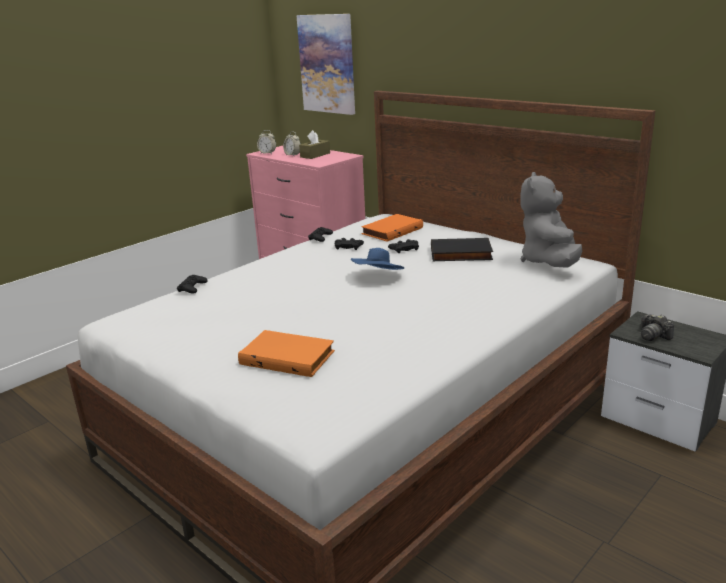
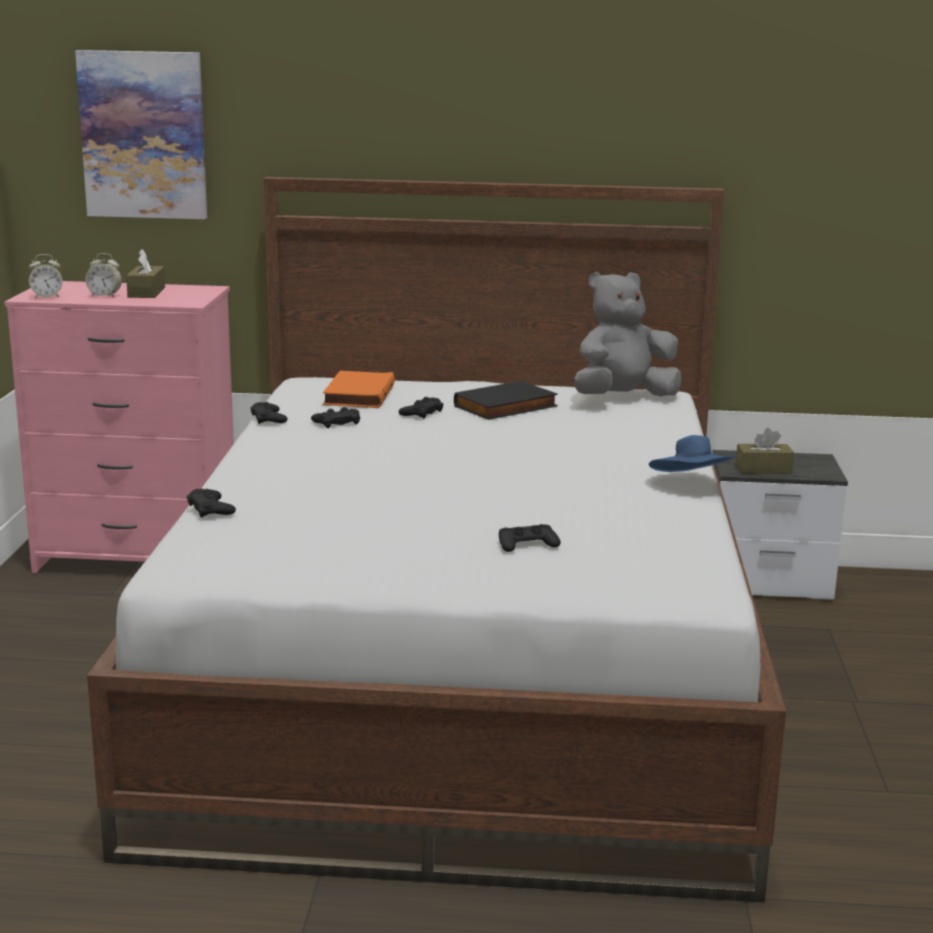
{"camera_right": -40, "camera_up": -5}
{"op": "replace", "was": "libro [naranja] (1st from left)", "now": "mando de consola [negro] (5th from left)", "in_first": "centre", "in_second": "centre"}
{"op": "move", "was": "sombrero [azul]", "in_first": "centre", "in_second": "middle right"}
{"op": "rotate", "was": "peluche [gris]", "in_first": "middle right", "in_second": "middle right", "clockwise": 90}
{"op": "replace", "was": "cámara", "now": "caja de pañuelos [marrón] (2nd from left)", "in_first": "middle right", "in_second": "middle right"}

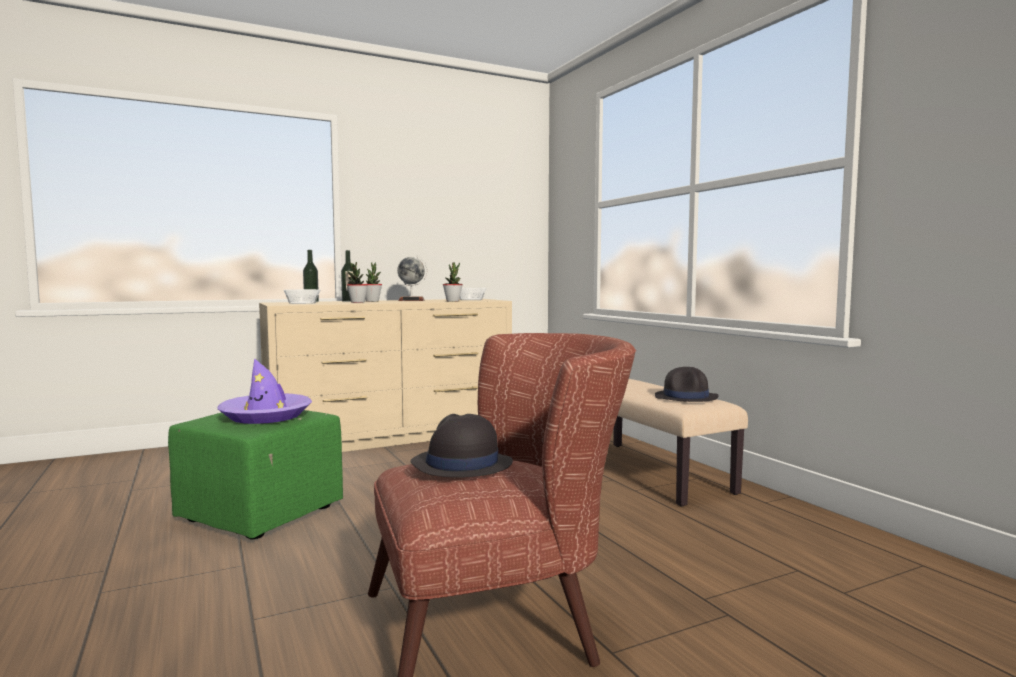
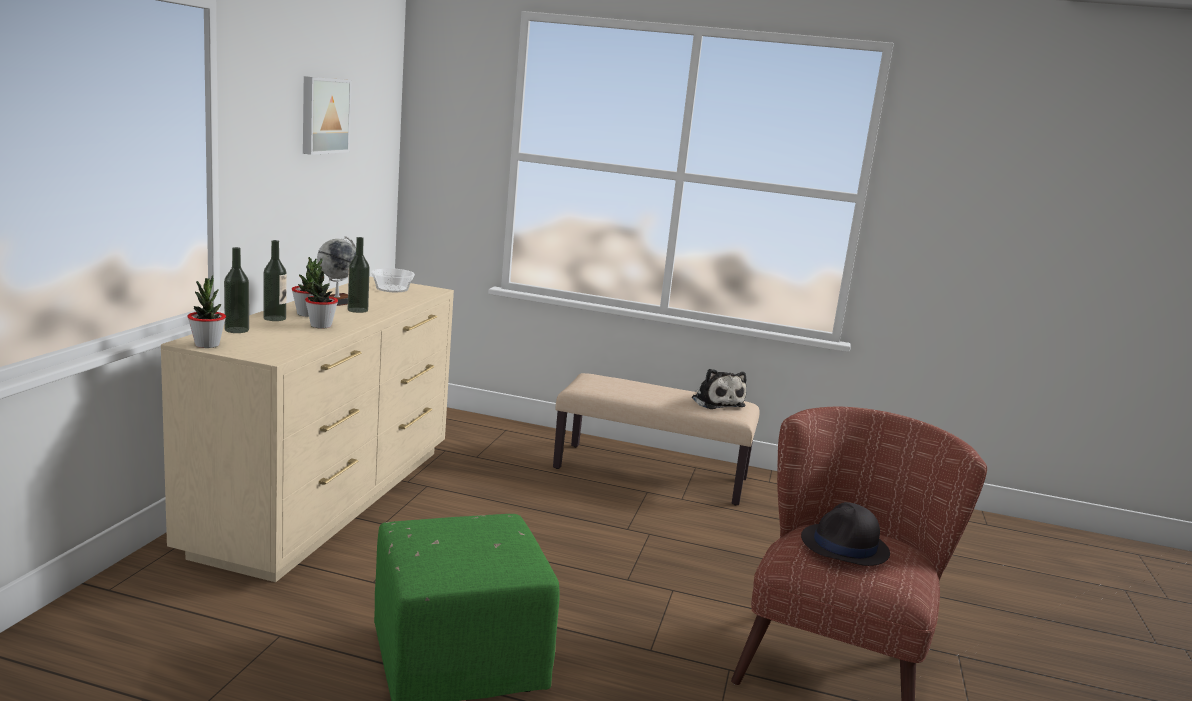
{"camera_right": -50, "camera_up": 10}
{"op": "delete", "was": "sombrero [morado]", "in_first": "middle left"}
{"op": "delete", "was": "cuenco (1st from left)", "in_first": "middle left"}
{"op": "move", "was": "planta en maceta (3rd from left in the first image)", "now": "planta en maceta (1st from left)", "in_first": "centre", "in_second": "middle left"}
{"op": "replace", "was": "sombrero [negro] (2nd from left)", "now": "peluche", "in_first": "middle right", "in_second": "centre"}
{"op": "insert", "now": "cuadro", "in_second": "top left"}
{"op": "insert", "now": "botella (3rd from left)", "in_second": "middle left"}

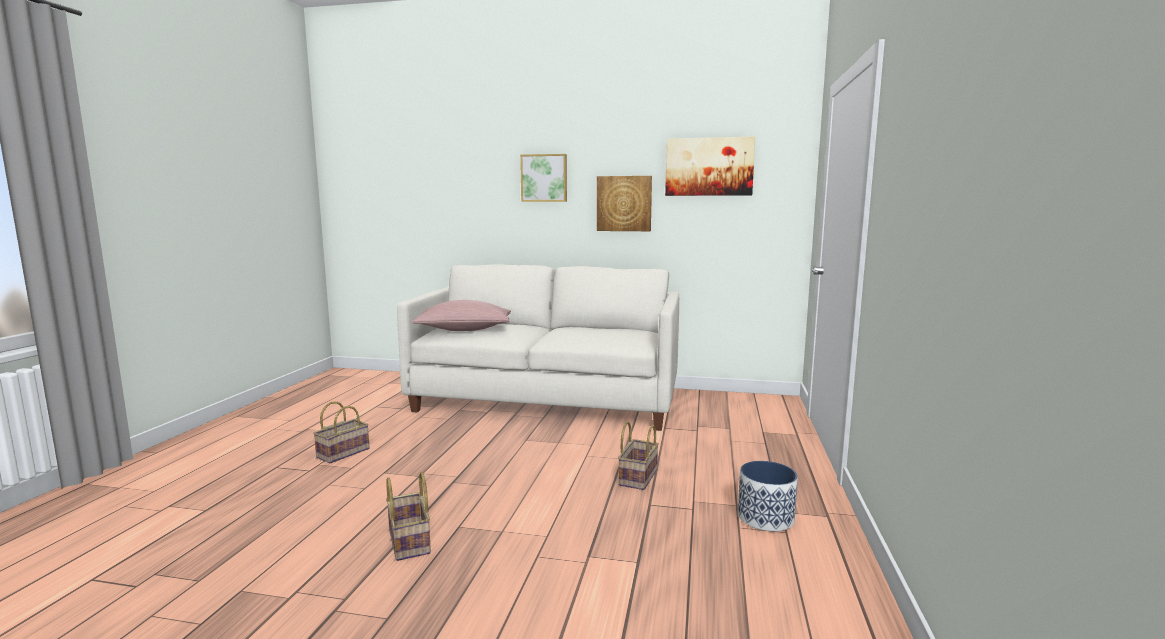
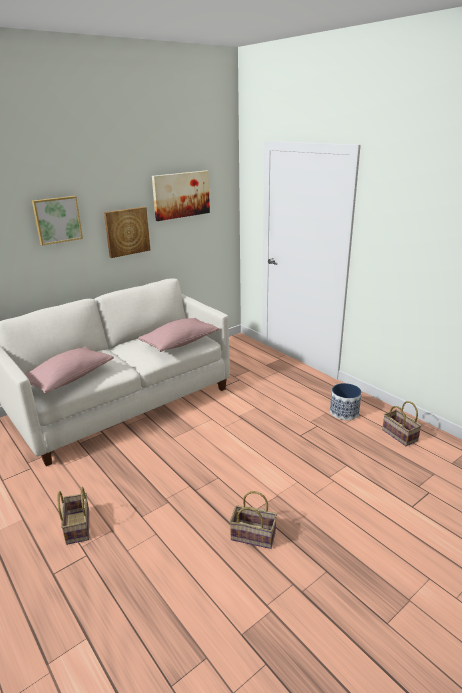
{"camera_right": -50, "camera_up": 15}
{"op": "move", "was": "cesta (3rd from left)", "in_first": "bottom centre", "in_second": "middle right"}
{"op": "insert", "now": "cojín [rosa] (2nd from left)", "in_second": "centre"}

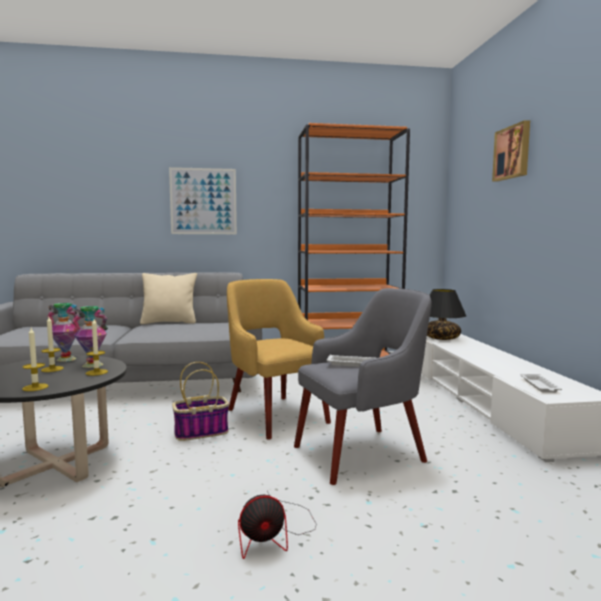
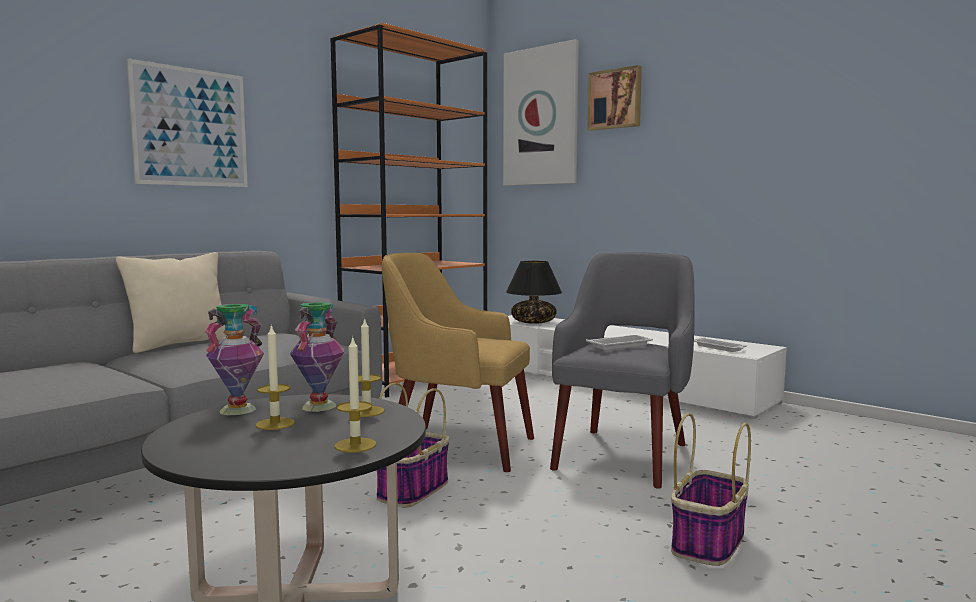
{"camera_right": -40, "camera_up": 0}
{"op": "replace", "was": "ventilador", "now": "cesta (2nd from left)", "in_first": "bottom centre", "in_second": "bottom right"}
{"op": "insert", "now": "cuadro (2nd from left)", "in_second": "top centre"}

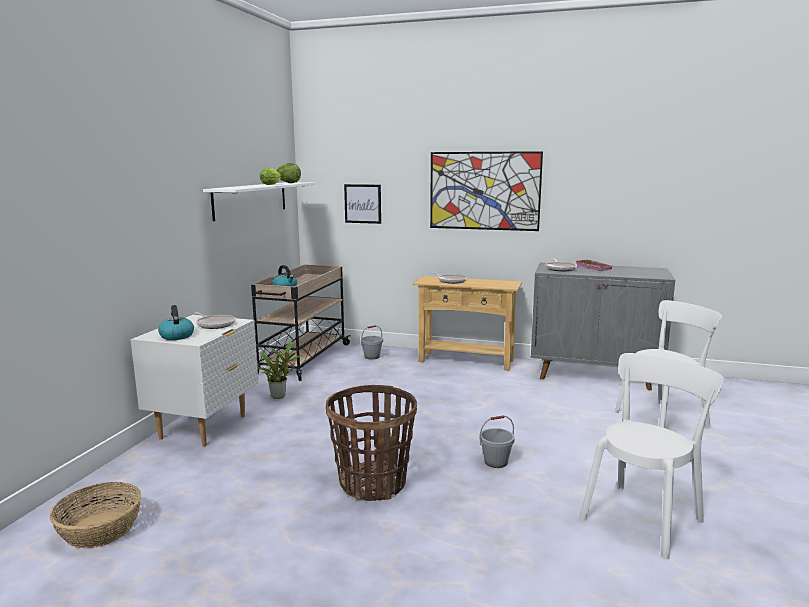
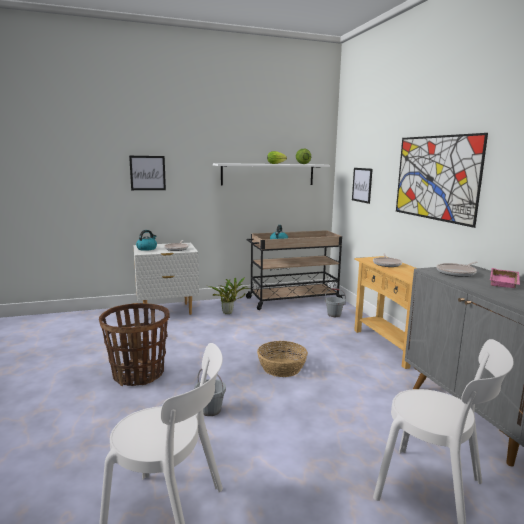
{"camera_right": 55, "camera_up": 0}
{"op": "move", "was": "cesta (1st from left in the first image)", "now": "cesta (2nd from left)", "in_first": "bottom left", "in_second": "bottom centre"}
{"op": "insert", "now": "cuadro (1st from left)", "in_second": "top left"}

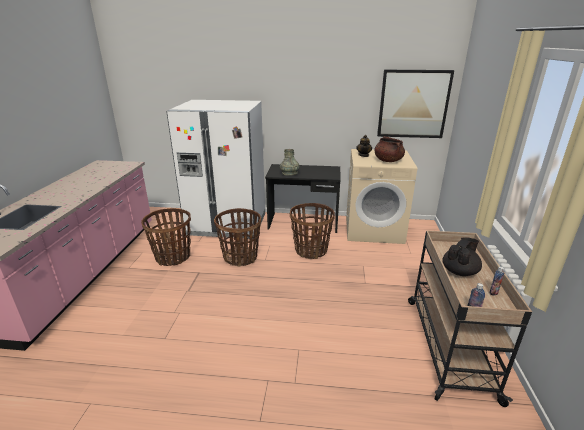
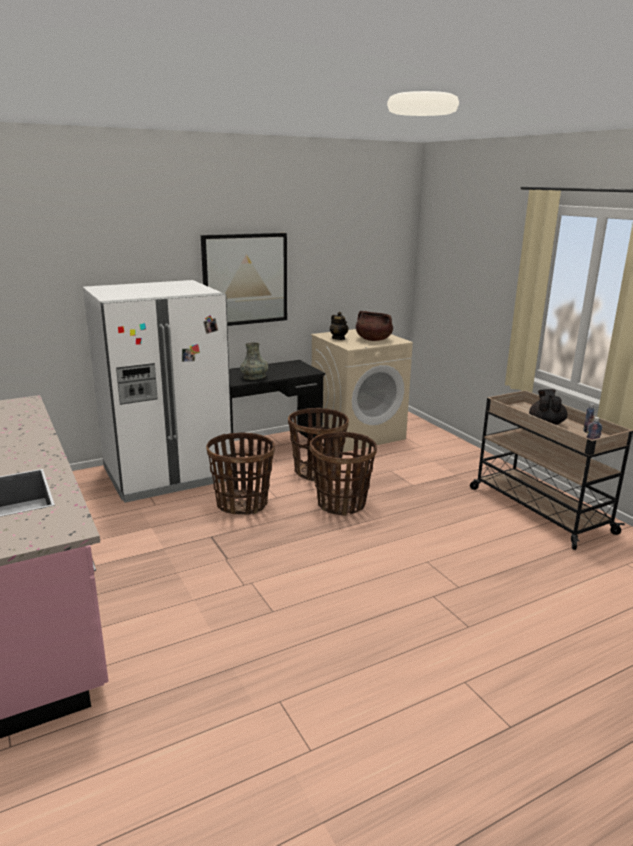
{"camera_right": -35, "camera_up": -5}
{"op": "move", "was": "cesta (1st from left in the first image)", "now": "cesta (3rd from left)", "in_first": "middle left", "in_second": "centre"}
{"op": "move", "was": "cuadro", "in_first": "top right", "in_second": "top centre"}

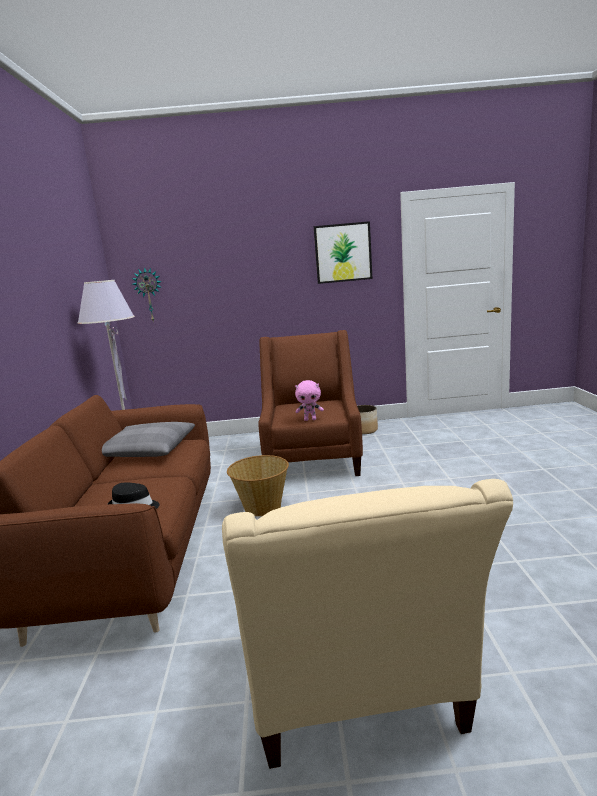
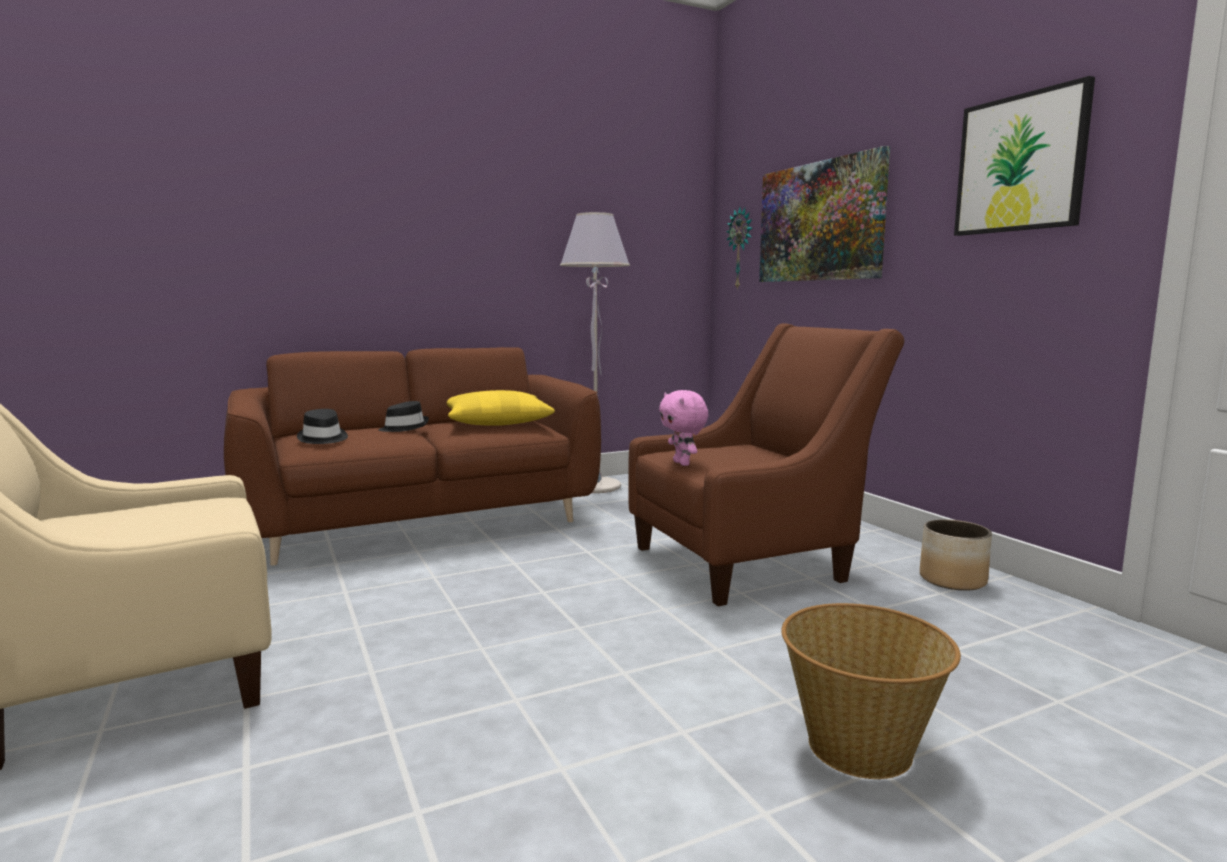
{"camera_right": 65, "camera_up": -5}
{"op": "recolor", "was": "cojín [gris]", "now": "cojín [amarillo]", "in_first": "middle left", "in_second": "centre"}
{"op": "move", "was": "cesta", "in_first": "centre", "in_second": "bottom right"}
{"op": "insert", "now": "sombrero [negro] (2nd from left)", "in_second": "middle left"}
{"op": "insert", "now": "cuadro (1st from left)", "in_second": "top right"}

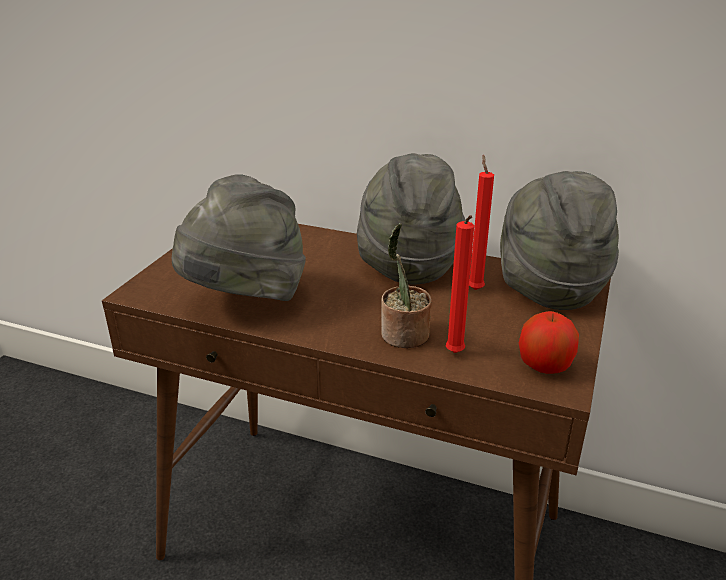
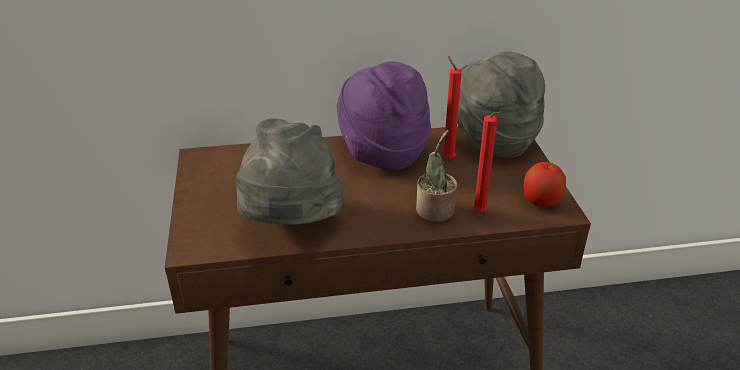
{"camera_right": -30, "camera_up": 5}
{"op": "recolor", "was": "sombrero [gris] (2nd from left)", "now": "sombrero [morado]", "in_first": "centre", "in_second": "top centre"}

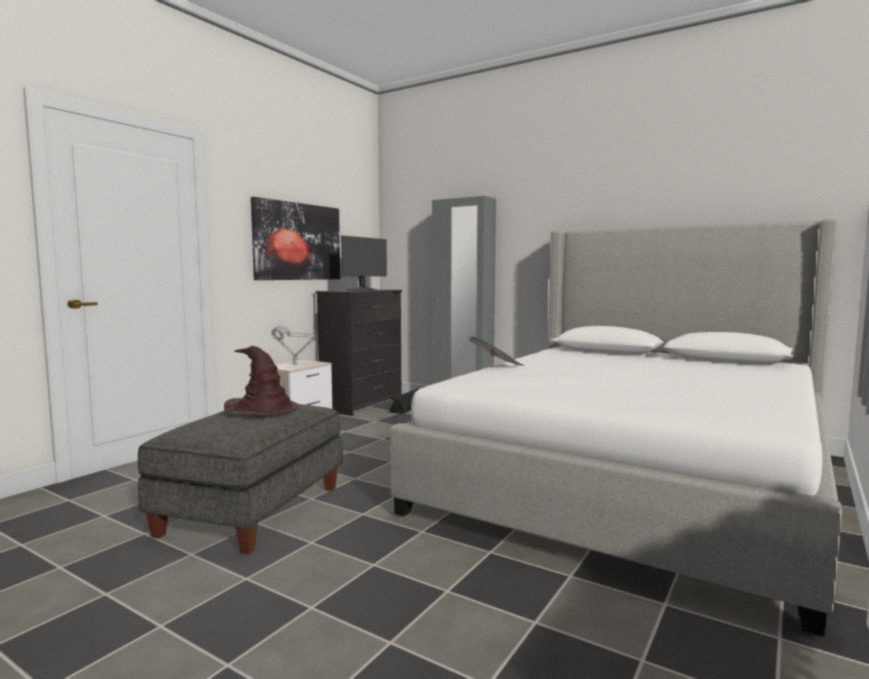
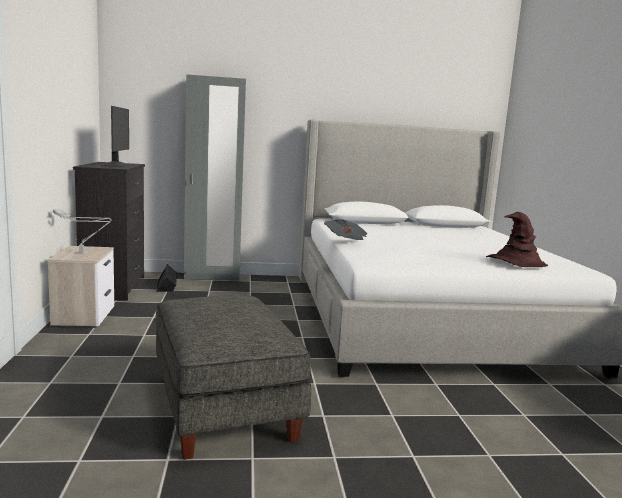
{"camera_right": -40, "camera_up": 5}
{"op": "move", "was": "sombrero [marrón]", "in_first": "middle left", "in_second": "middle right"}
{"op": "delete", "was": "cuadro", "in_first": "centre"}

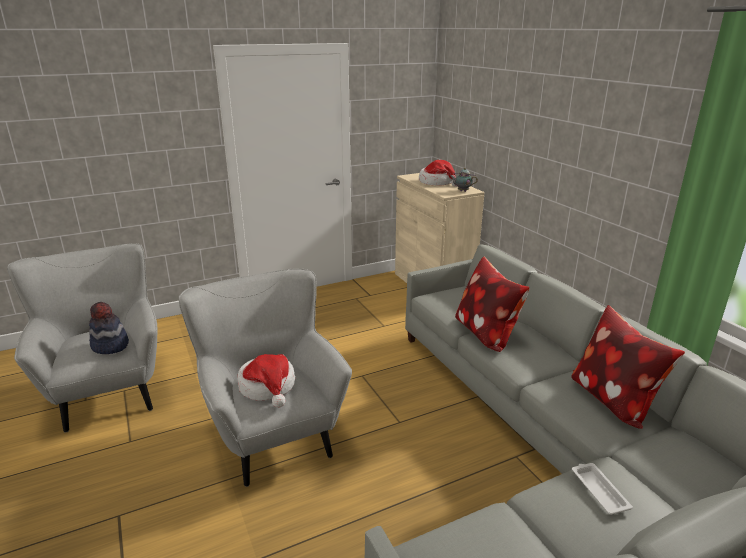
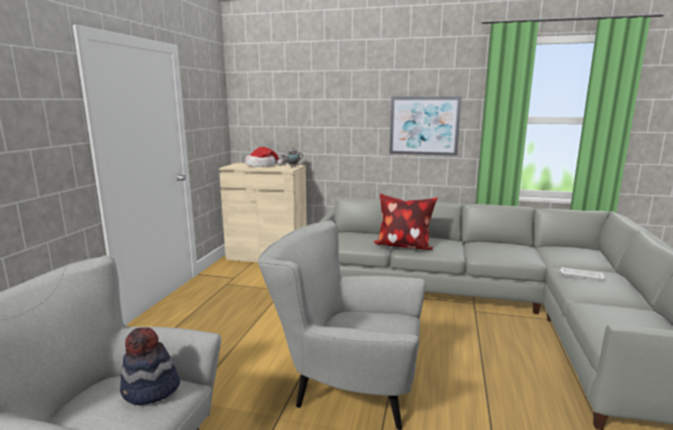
{"camera_right": -50, "camera_up": -10}
{"op": "delete", "was": "sombrero (2nd from left)", "in_first": "bottom centre"}
{"op": "delete", "was": "cojín (2nd from left)", "in_first": "middle right"}
{"op": "insert", "now": "cuadro", "in_second": "top centre"}

